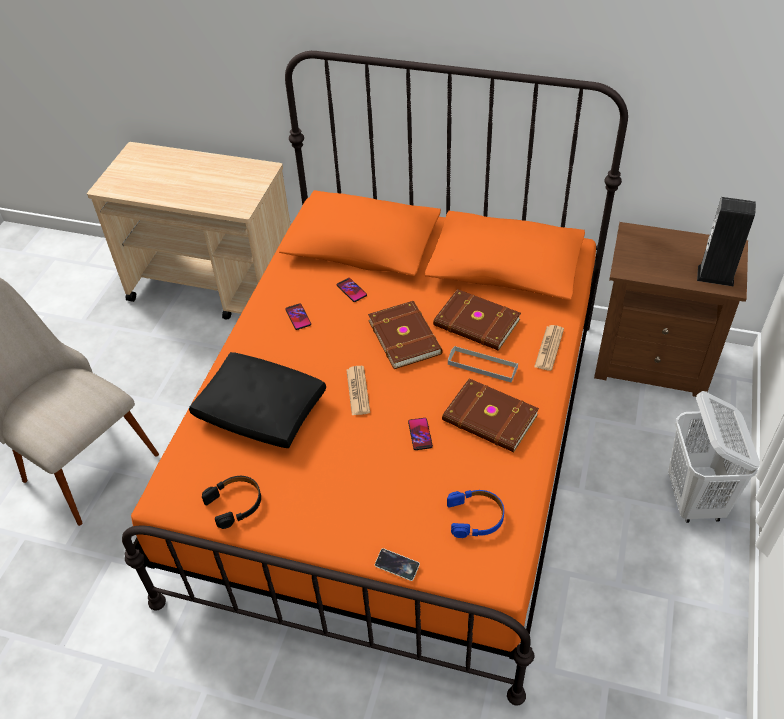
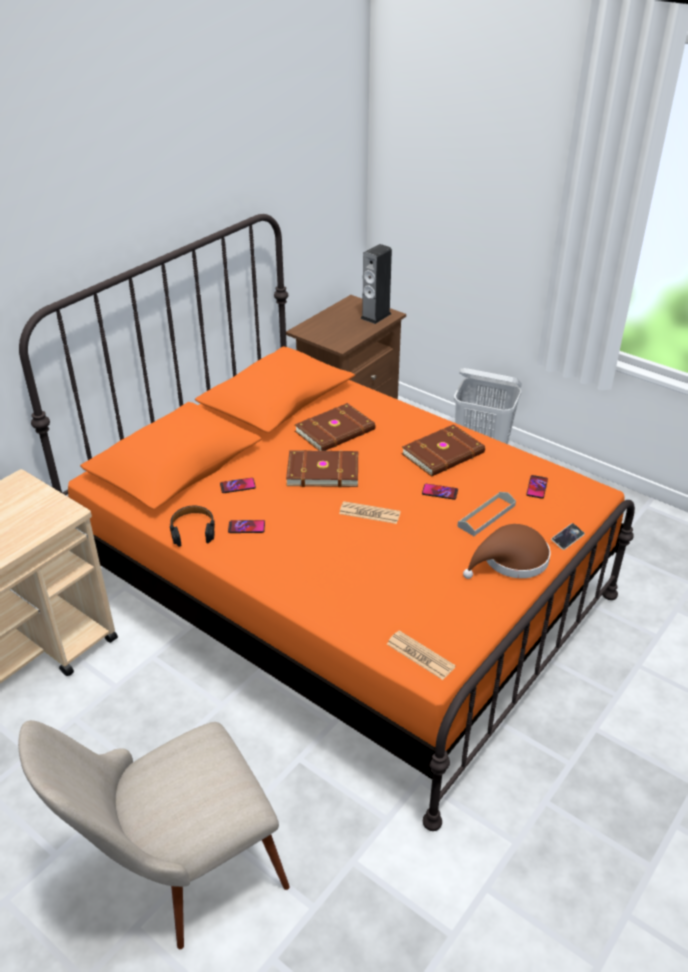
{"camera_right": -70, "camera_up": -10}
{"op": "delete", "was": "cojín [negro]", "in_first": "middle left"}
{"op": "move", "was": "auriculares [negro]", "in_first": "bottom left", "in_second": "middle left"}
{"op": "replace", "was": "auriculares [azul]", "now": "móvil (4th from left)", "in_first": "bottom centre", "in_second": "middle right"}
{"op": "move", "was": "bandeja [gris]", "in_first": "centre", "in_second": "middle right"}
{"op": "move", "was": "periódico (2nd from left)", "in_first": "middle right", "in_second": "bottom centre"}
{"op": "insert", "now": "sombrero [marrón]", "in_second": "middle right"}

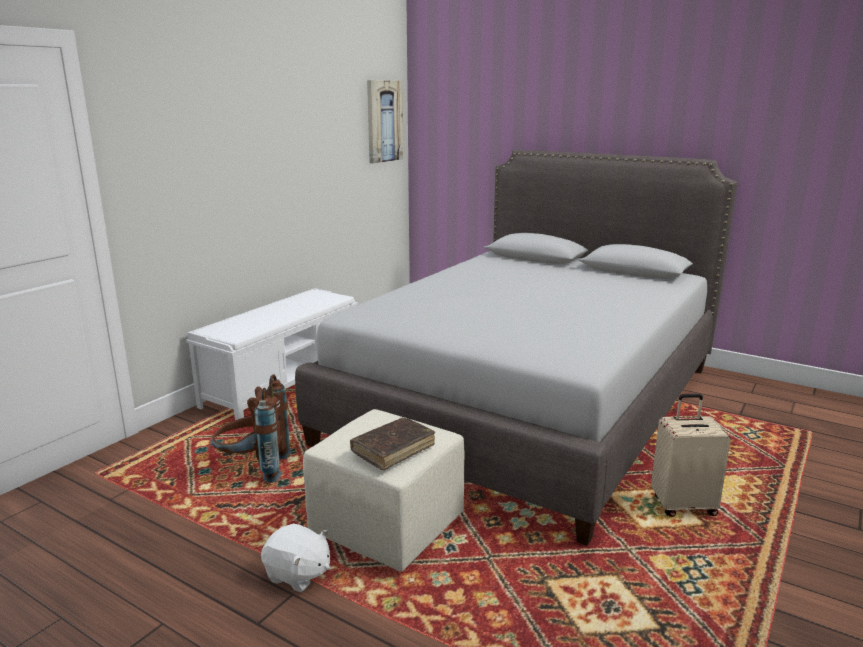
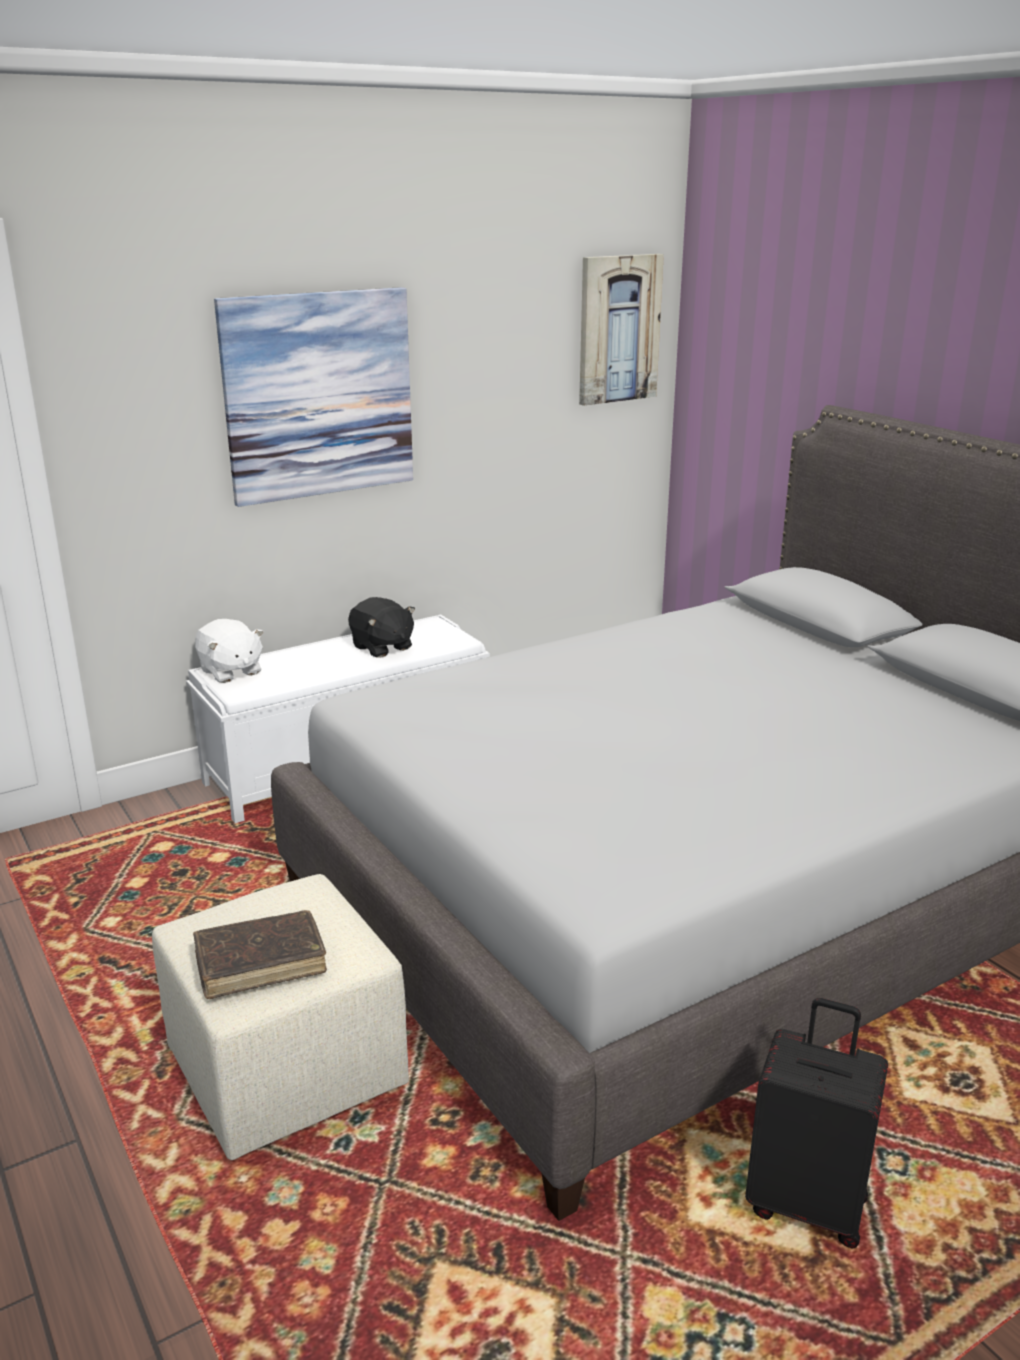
{"camera_right": 25, "camera_up": 5}
{"op": "delete", "was": "mochila [marrón]", "in_first": "middle left"}
{"op": "move", "was": "peluche [blanco]", "in_first": "bottom centre", "in_second": "middle left"}
{"op": "recolor", "was": "maleta [beis]", "now": "maleta [negro]", "in_first": "bottom right", "in_second": "bottom right"}
{"op": "insert", "now": "cuadro (1st from left)", "in_second": "top left"}
{"op": "insert", "now": "peluche [negro]", "in_second": "centre"}

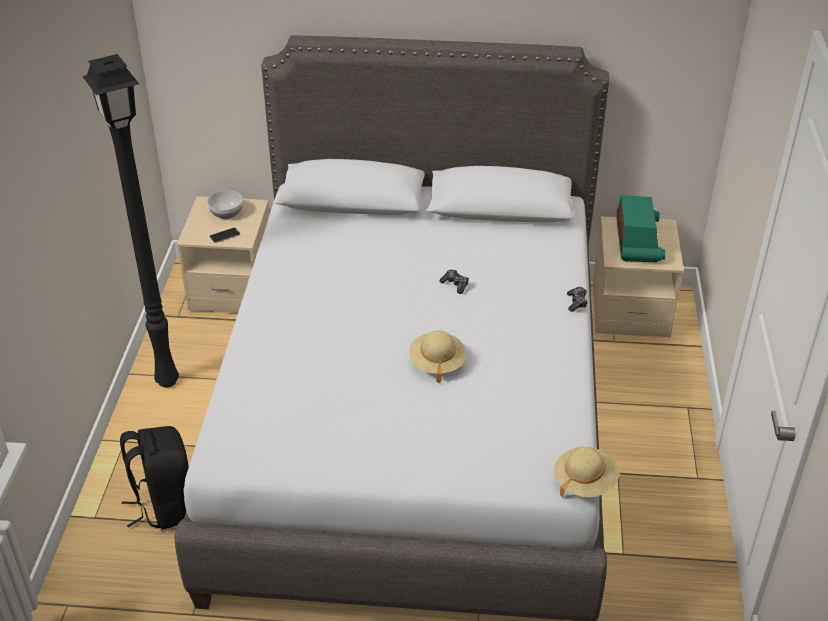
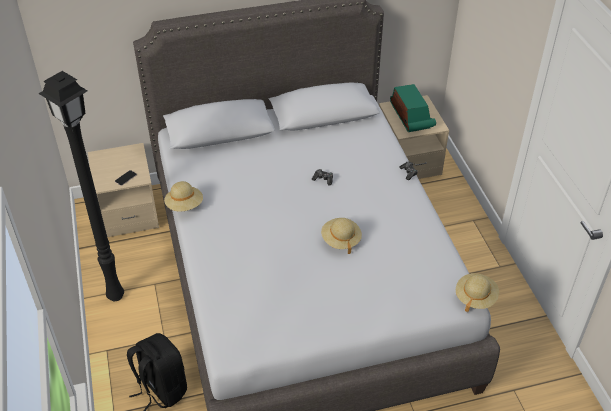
{"camera_right": -20, "camera_up": 5}
{"op": "delete", "was": "cuenco", "in_first": "top left"}
{"op": "insert", "now": "sombrero [beis] (1st from left)", "in_second": "middle left"}

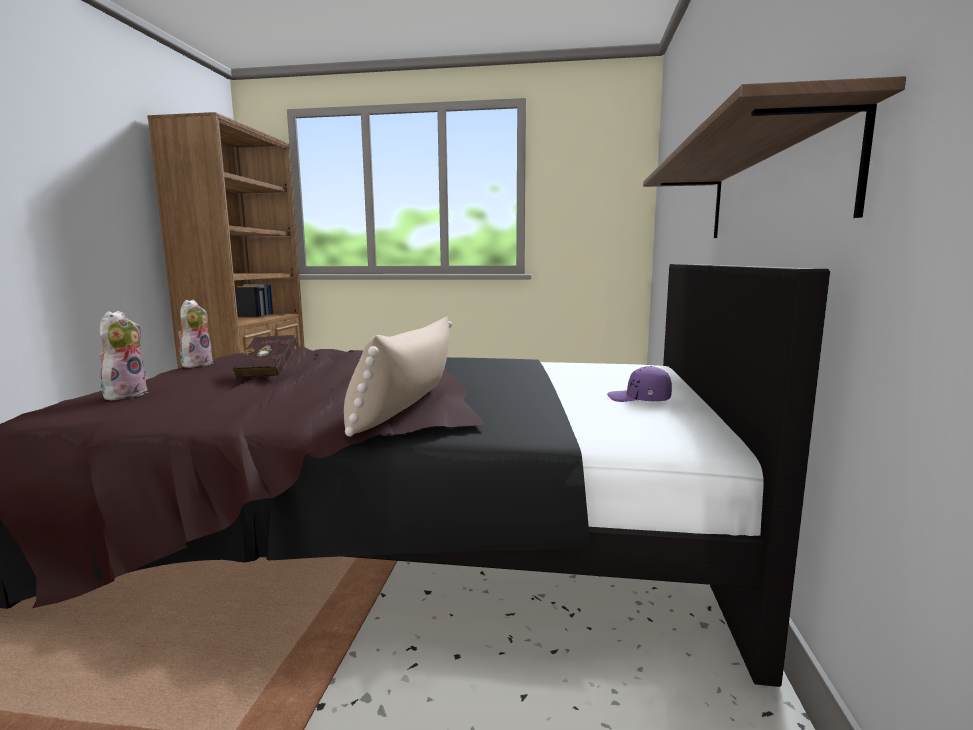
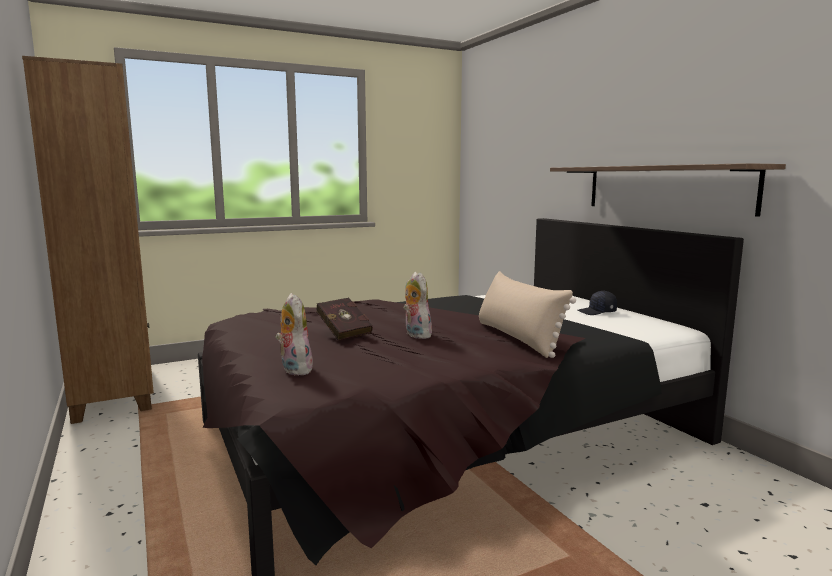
{"camera_right": -35, "camera_up": 0}
{"op": "move", "was": "peluche (2nd from left)", "in_first": "middle left", "in_second": "centre"}
{"op": "recolor", "was": "gorra [morado]", "now": "gorra [negro]", "in_first": "centre", "in_second": "middle right"}

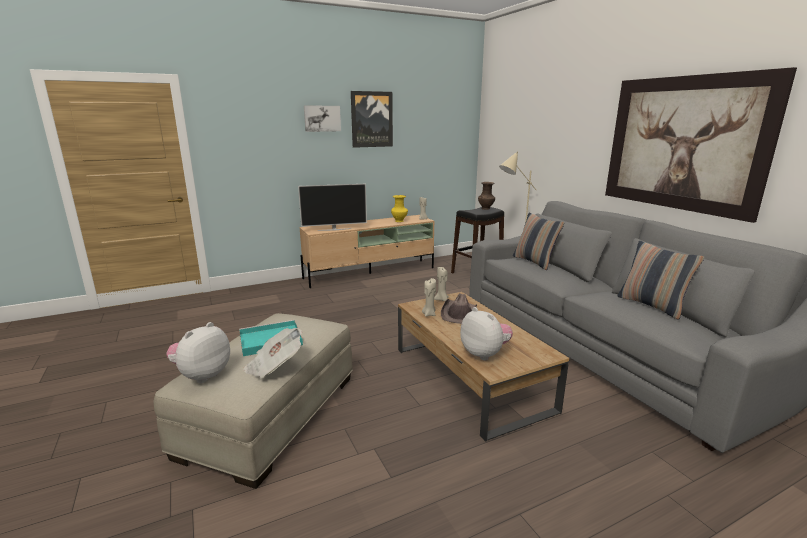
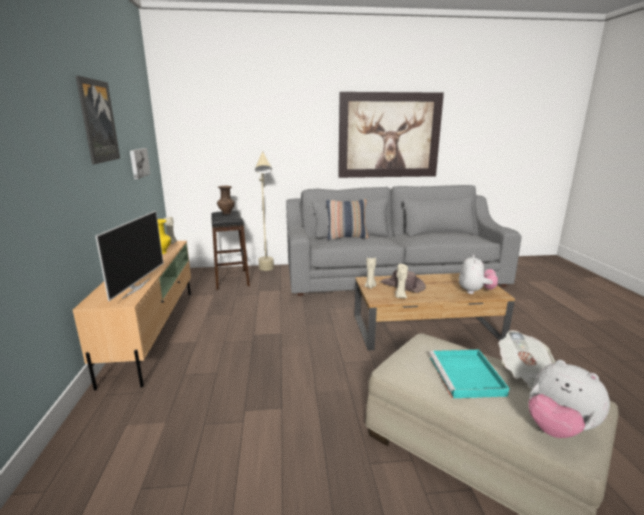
{"camera_right": -70, "camera_up": 0}
{"op": "move", "was": "cuadro (1st from left in the first image)", "now": "cuadro (2nd from left)", "in_first": "top centre", "in_second": "top left"}
{"op": "rotate", "was": "peluche (2nd from left in the first image)", "in_first": "centre", "in_second": "middle right", "clockwise": 120}
{"op": "delete", "was": "cojín (2nd from left)", "in_first": "middle right"}

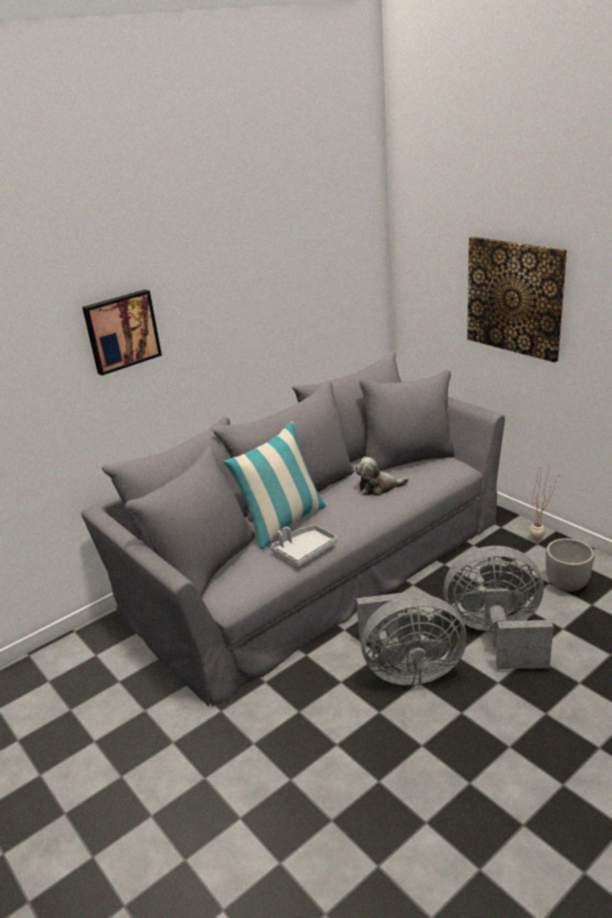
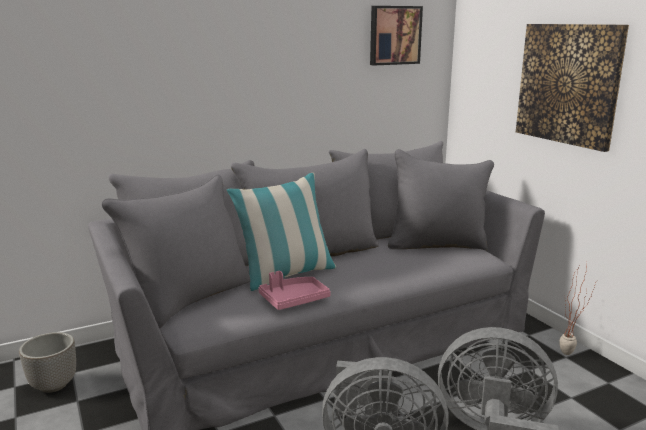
{"camera_right": 10, "camera_up": -10}
{"op": "move", "was": "cuadro (1st from left)", "in_first": "middle left", "in_second": "top centre"}
{"op": "recolor", "was": "bandeja [gris]", "now": "bandeja [rosa]", "in_first": "centre", "in_second": "bottom centre"}
{"op": "delete", "was": "peluche", "in_first": "centre"}
{"op": "move", "was": "maceta", "in_first": "middle right", "in_second": "bottom left"}

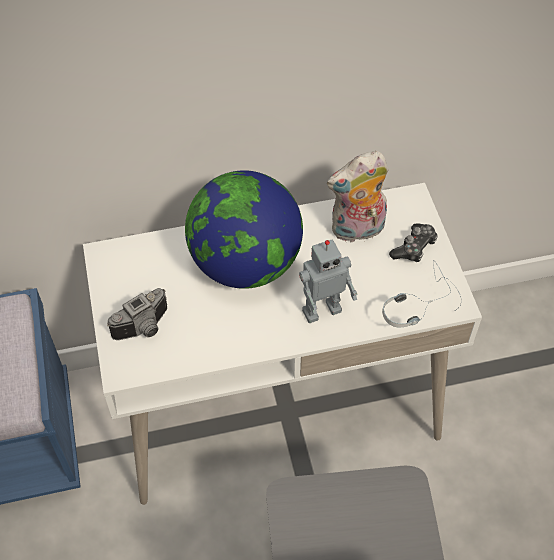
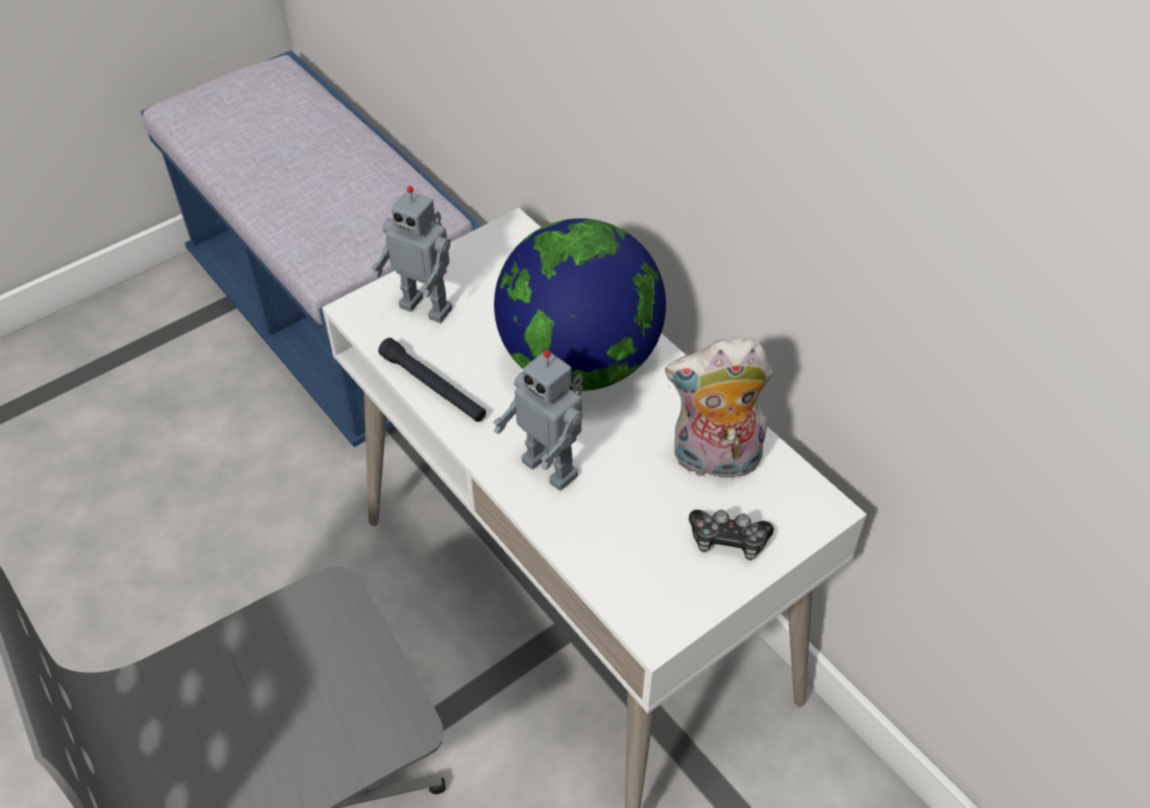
{"camera_right": 65, "camera_up": -5}
{"op": "replace", "was": "cámara", "now": "robot de juguete (1st from left)", "in_first": "middle left", "in_second": "top centre"}
{"op": "rotate", "was": "peluche", "in_first": "centre", "in_second": "centre", "clockwise": -45}
{"op": "delete", "was": "auriculares", "in_first": "middle right"}
{"op": "insert", "now": "linterna [negro]", "in_second": "centre"}

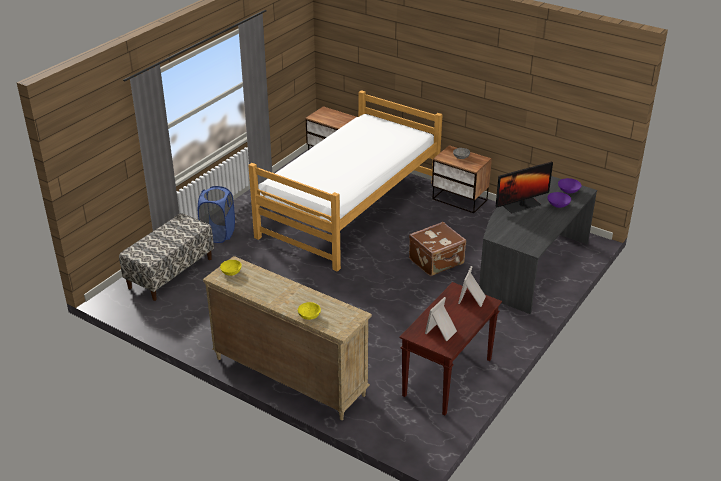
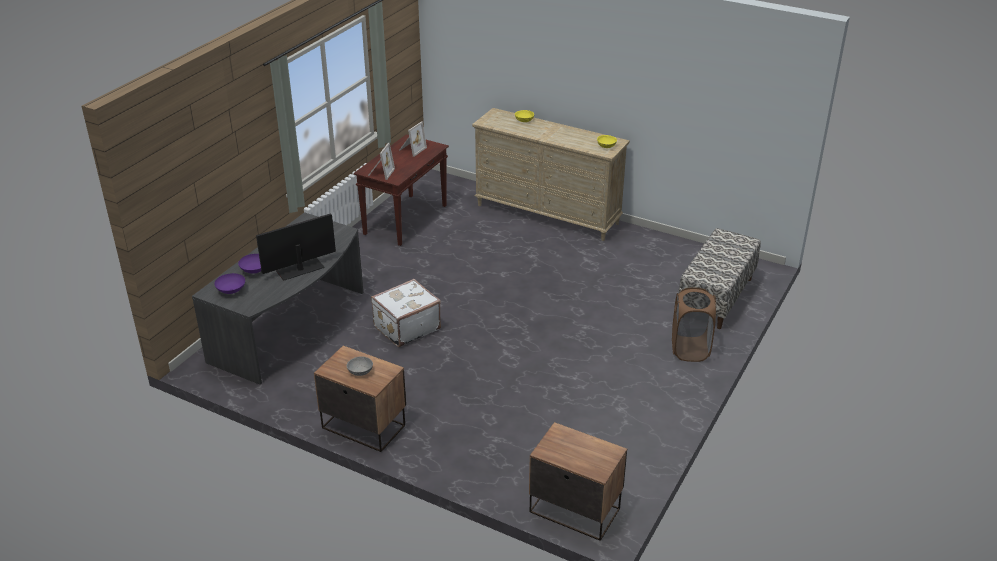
{"camera_right": 175, "camera_up": 0}
{"op": "recolor", "was": "cesto de la ropa [azul]", "now": "cesto de la ropa [marrón]", "in_first": "middle left", "in_second": "middle right"}
{"op": "delete", "was": "cama", "in_first": "centre"}
{"op": "recolor", "was": "maleta [marrón]", "now": "maleta [blanco]", "in_first": "centre", "in_second": "centre"}

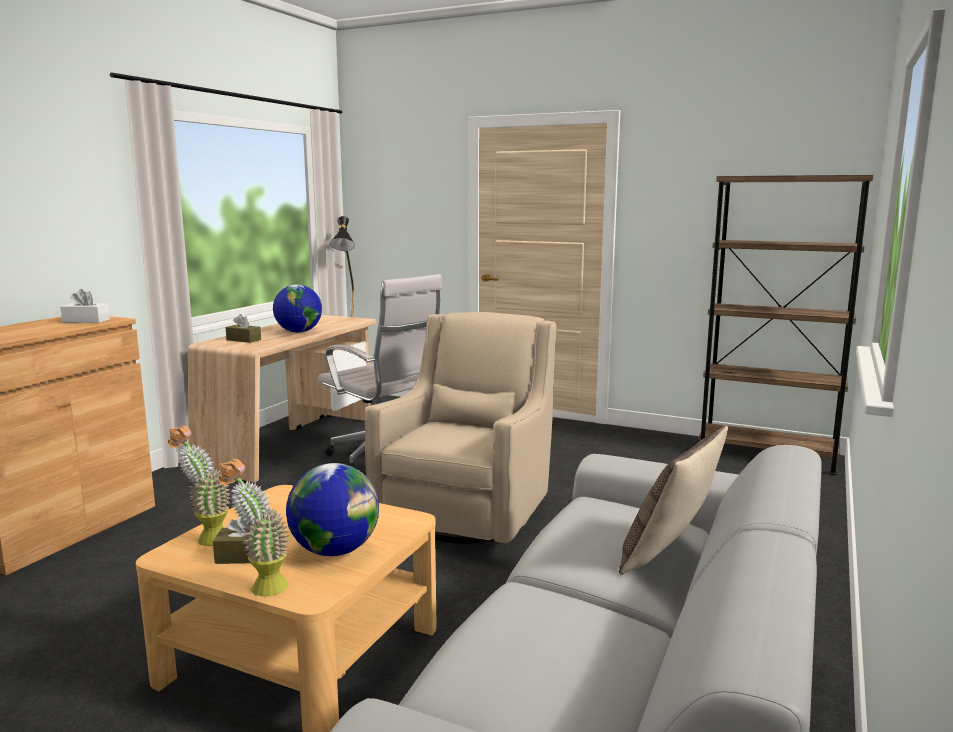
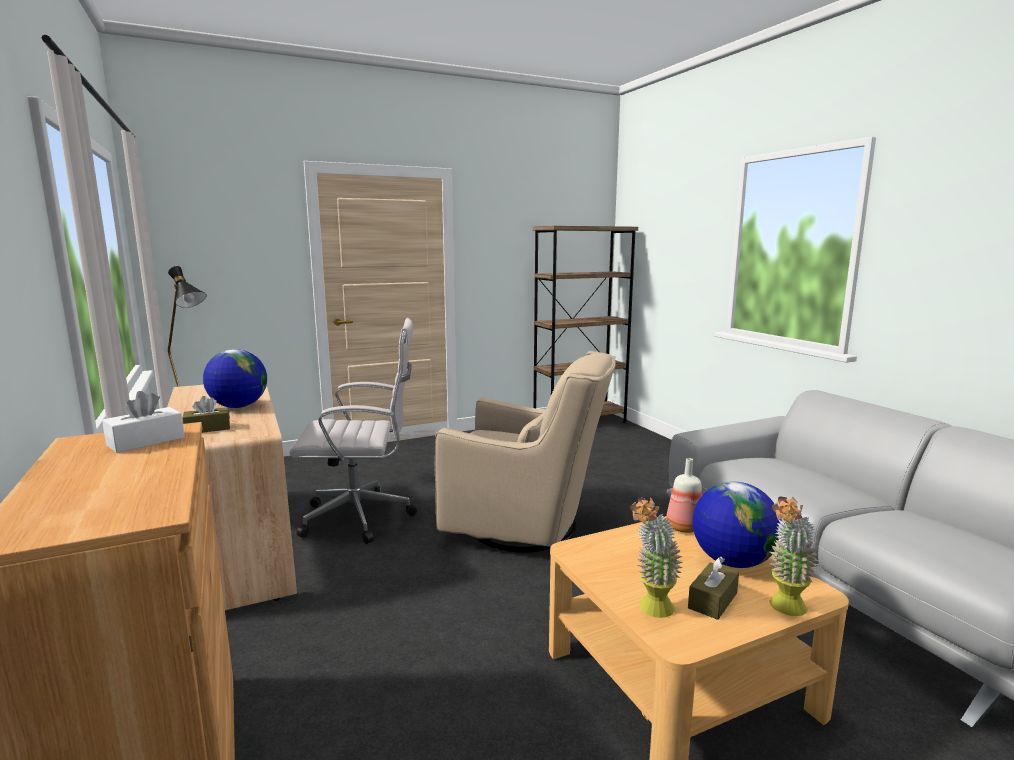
{"camera_right": -50, "camera_up": 0}
{"op": "rotate", "was": "sillón [beis]", "in_first": "centre", "in_second": "centre", "clockwise": 135}
{"op": "delete", "was": "cojín", "in_first": "bottom right"}
{"op": "insert", "now": "botella", "in_second": "middle right"}

